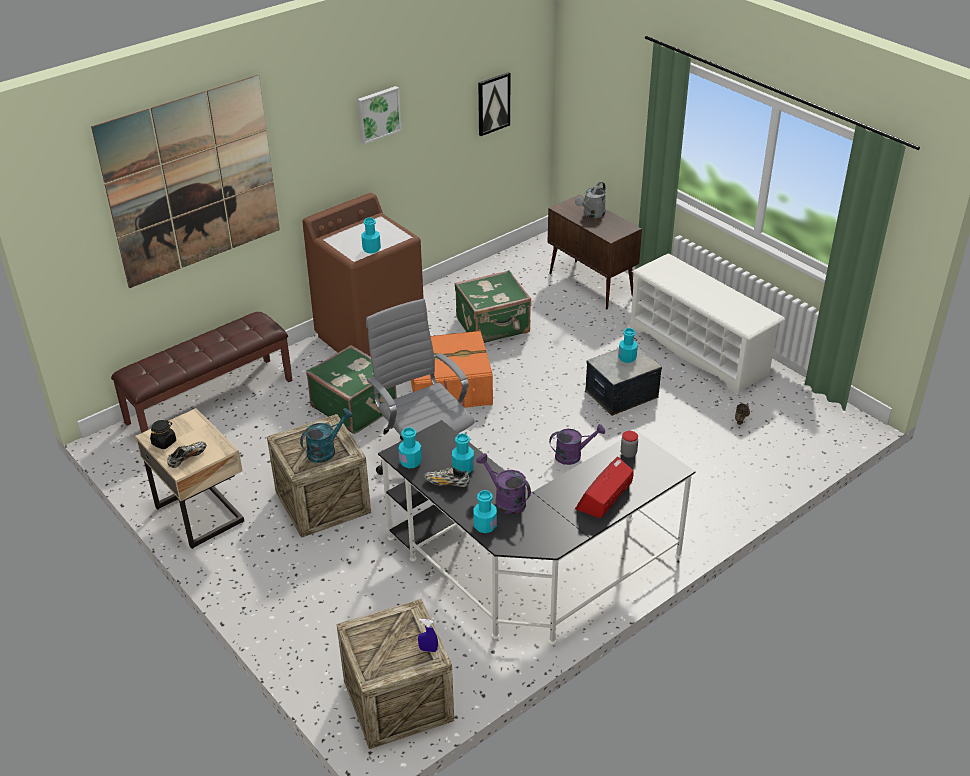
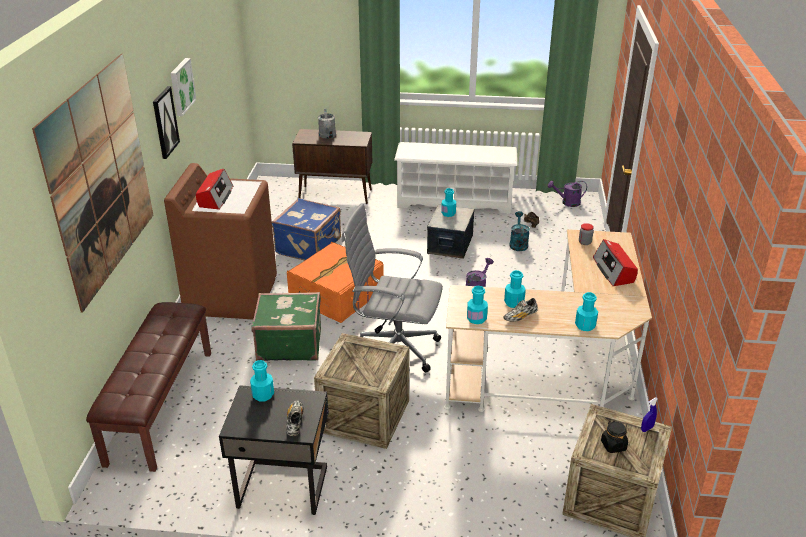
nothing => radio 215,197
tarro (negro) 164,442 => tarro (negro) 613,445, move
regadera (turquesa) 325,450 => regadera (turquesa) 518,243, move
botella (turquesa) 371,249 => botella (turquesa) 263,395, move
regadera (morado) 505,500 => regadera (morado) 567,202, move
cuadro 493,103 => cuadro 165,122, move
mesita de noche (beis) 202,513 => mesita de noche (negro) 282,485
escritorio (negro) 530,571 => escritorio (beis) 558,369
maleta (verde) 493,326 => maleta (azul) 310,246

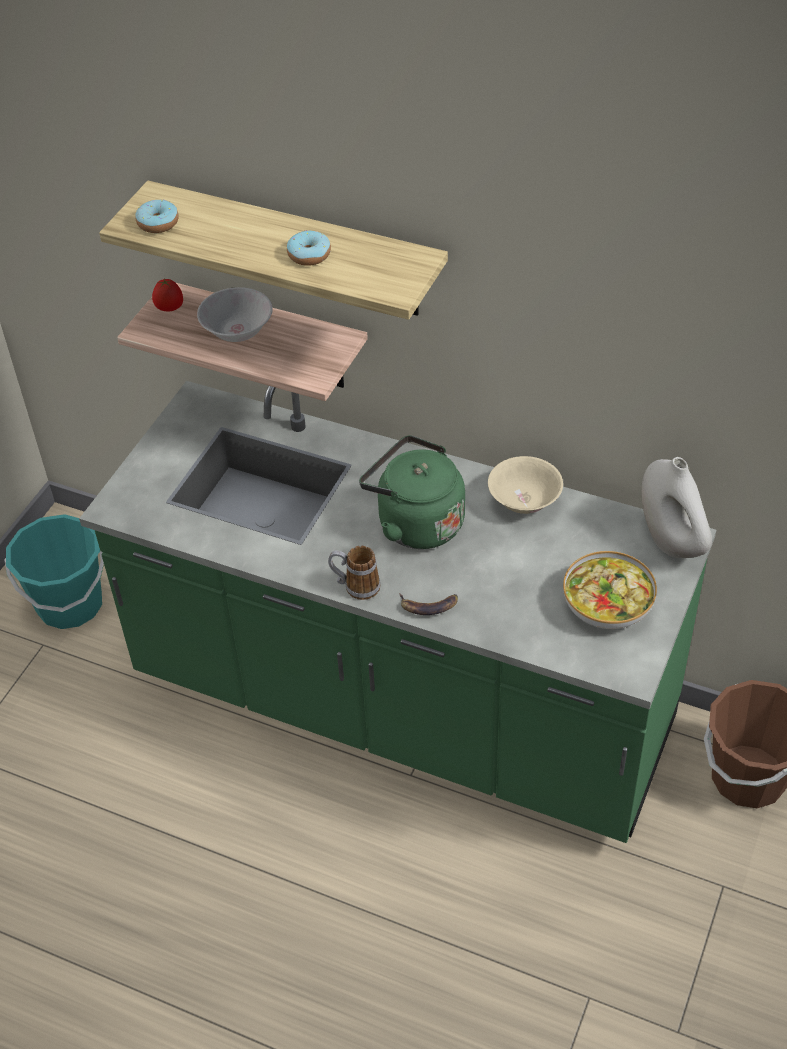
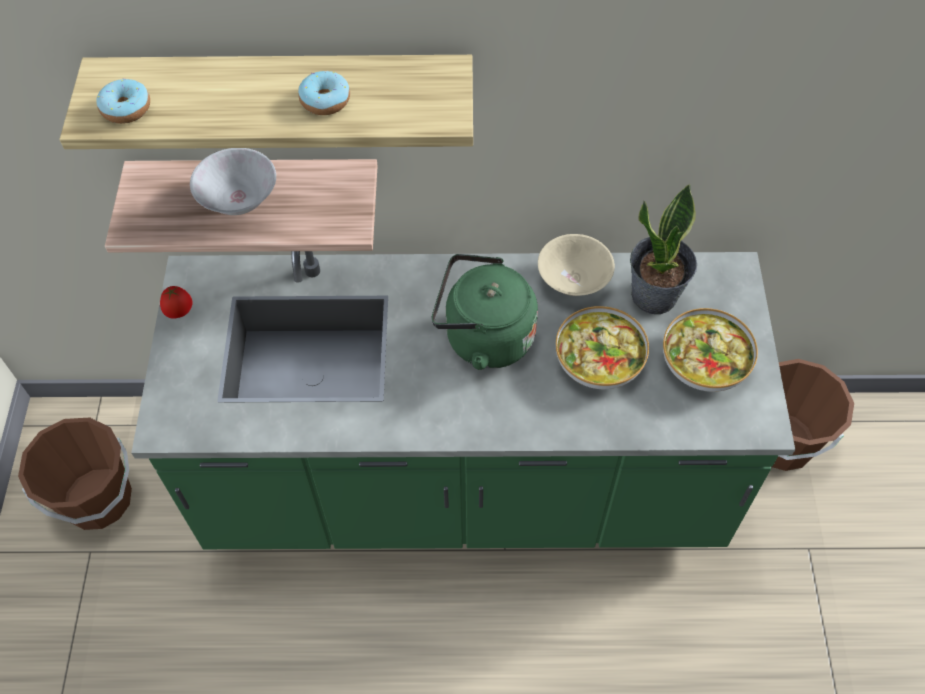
taza grande 355,586 => nothing
plátano 428,606 => nothing
florero (blanco) 671,541 => nothing
nothing => cuenco 599,360
nothing => planta en maceta 655,296
tomate 169,309 => tomate 180,312, move
cubo (turquesa) 70,604 => cubo (marrón) 98,499

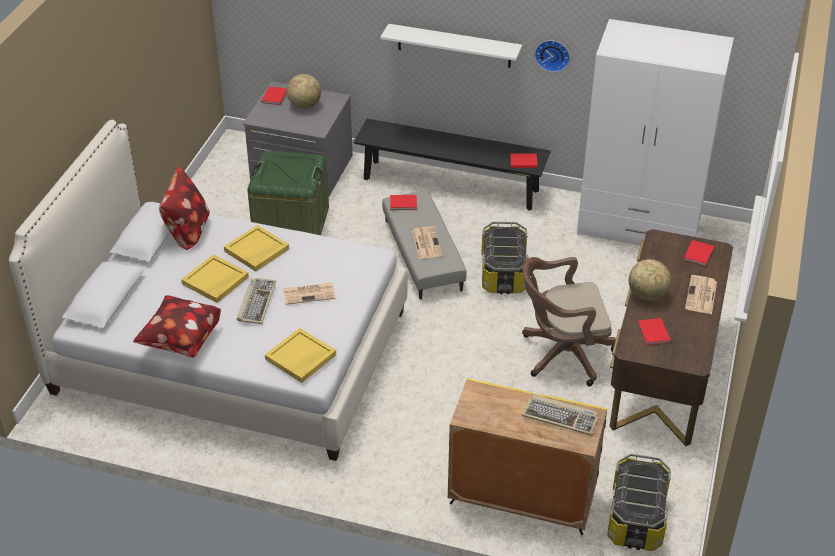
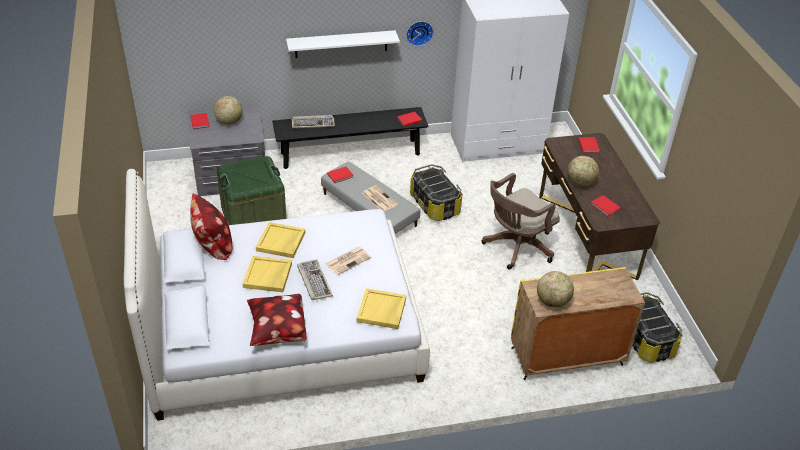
periódico 701,296 => nothing
nothing => globo terráqueo 552,301
teclado 561,416 => teclado 313,123, move

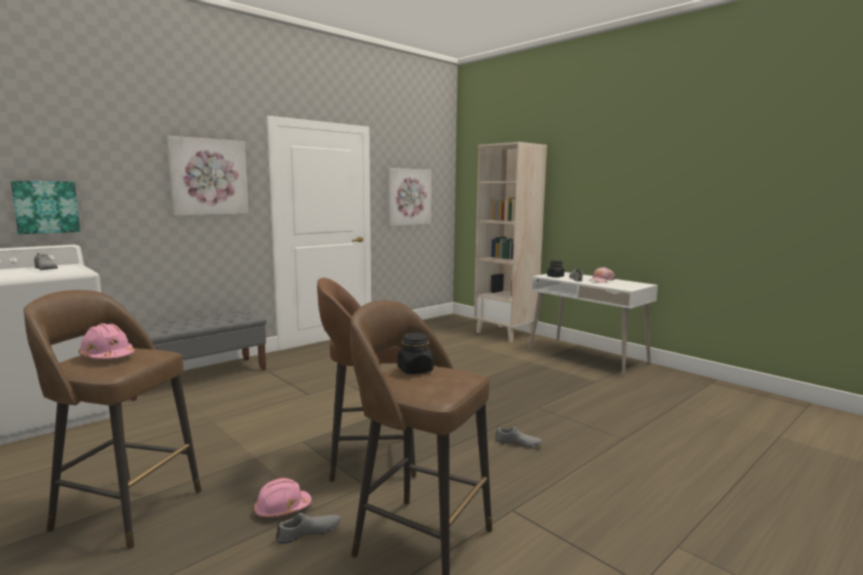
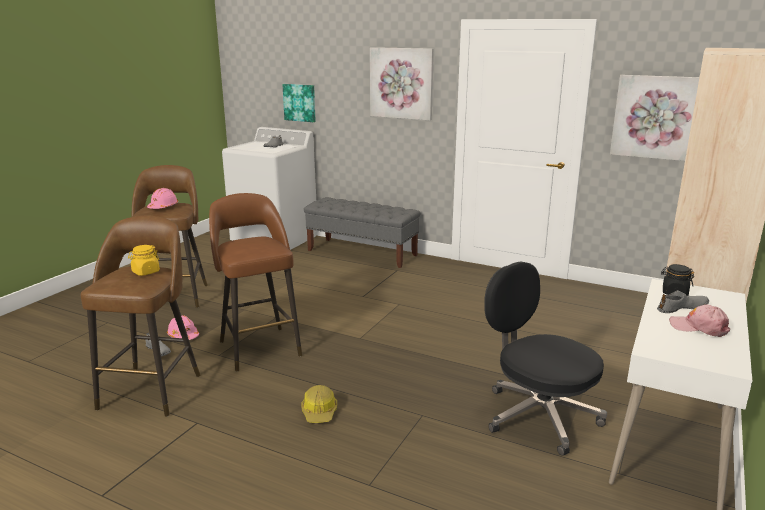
nothing => silla de oficina (negro) 538,415
zapato (gris) 518,443 => casco 319,412
tarro (negro) 415,370 => tarro (amarillo) 145,272

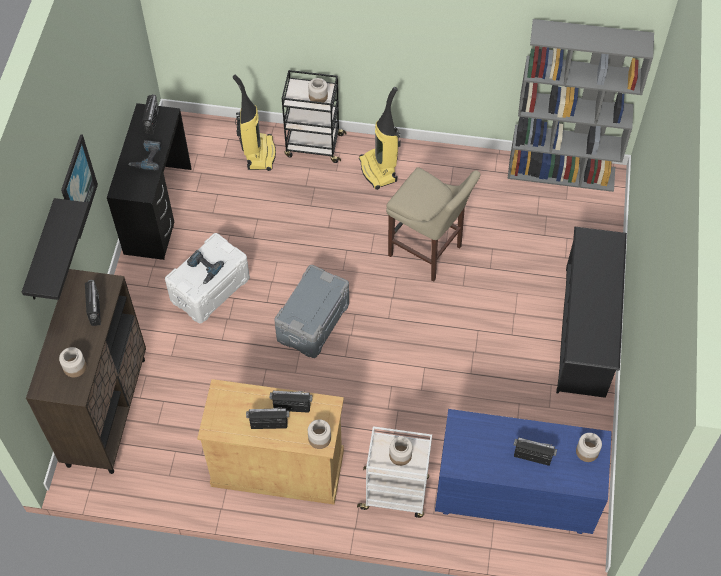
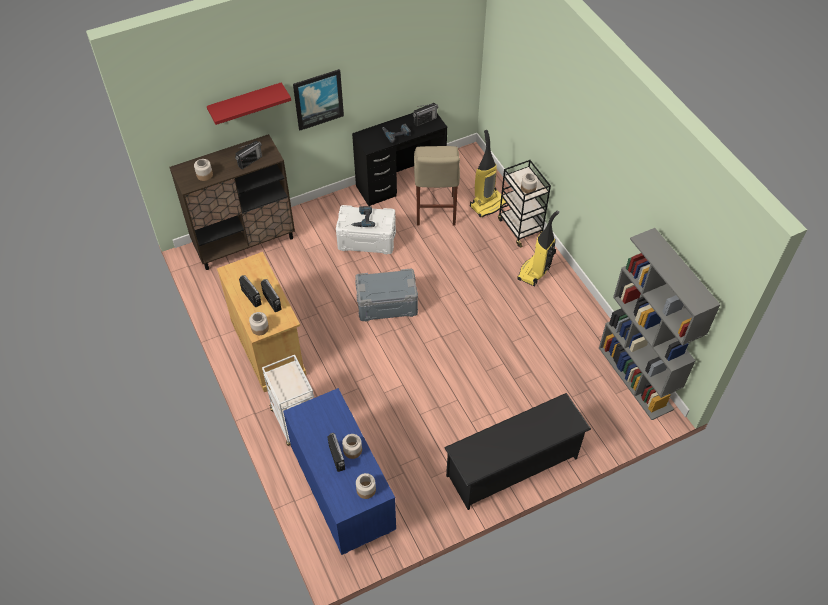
taburete (beis) 428,253 => taburete (beis) 435,212, move
tarro 400,455 => tarro 353,450, move
estante (negro) 41,253 => estante (rojo) 246,103

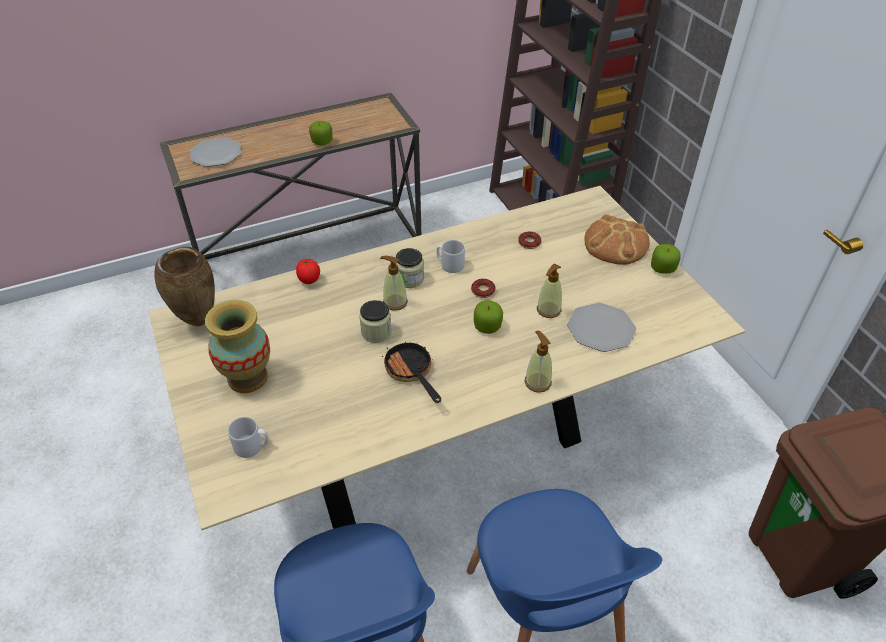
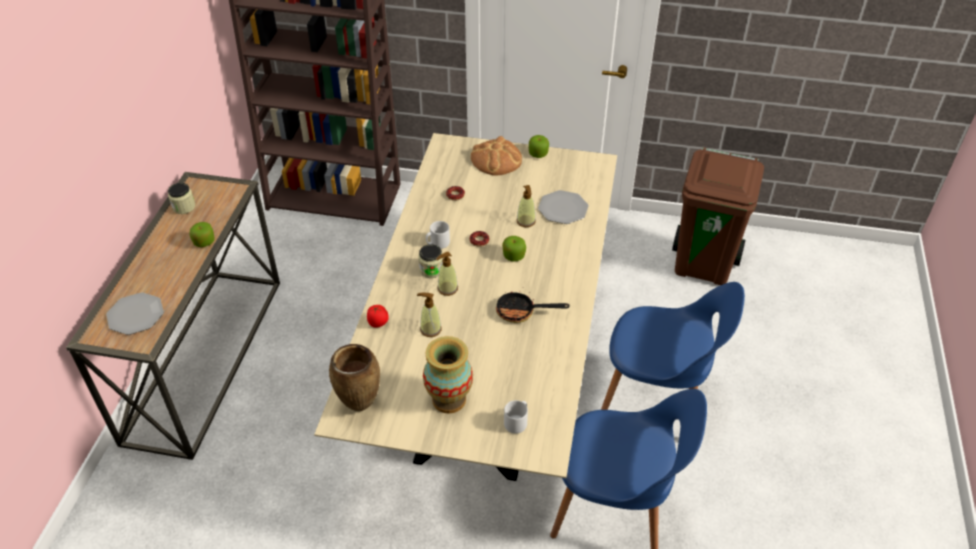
tarro 376,332 => tarro 184,207, move
dispensador de jabón 537,382 => dispensador de jabón 430,329, move

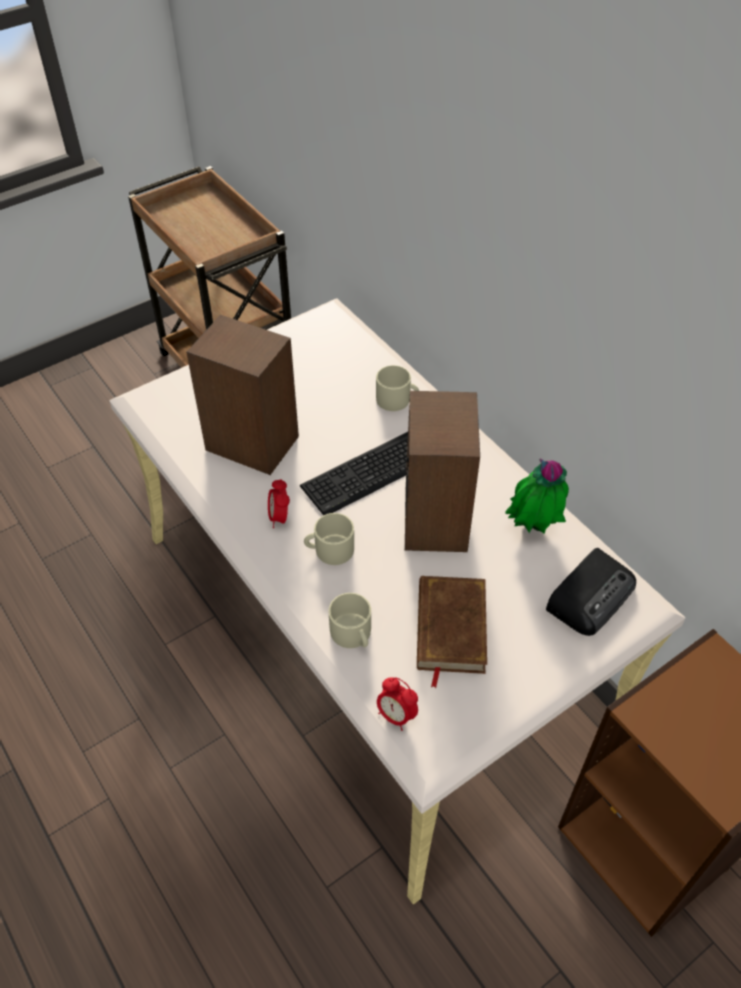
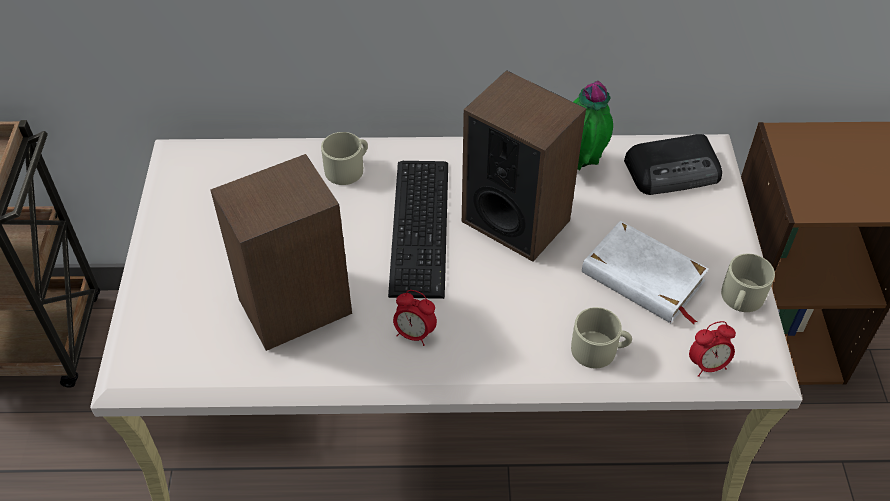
taza grande (beis) 329,550 => taza grande (beis) 741,299, move
libro (marrón) 450,629 => libro (blanco) 643,278
radio 591,595 => radio 674,170, 90 degrees clockwise

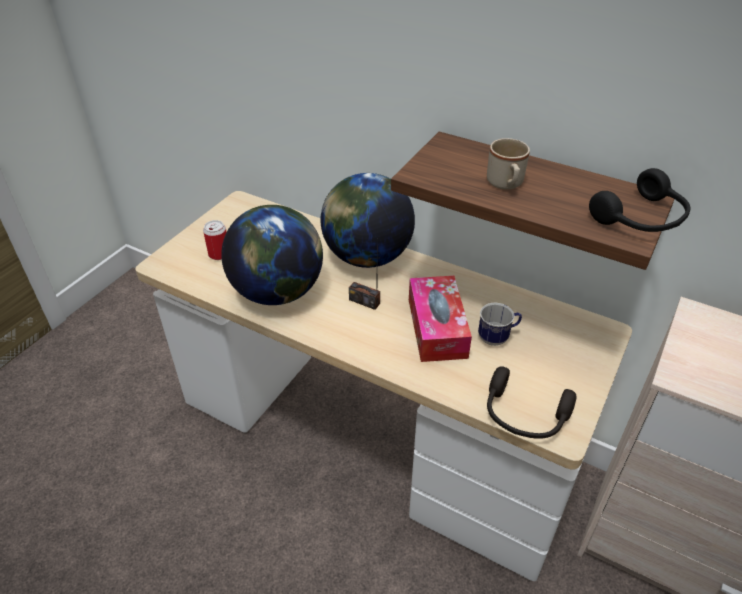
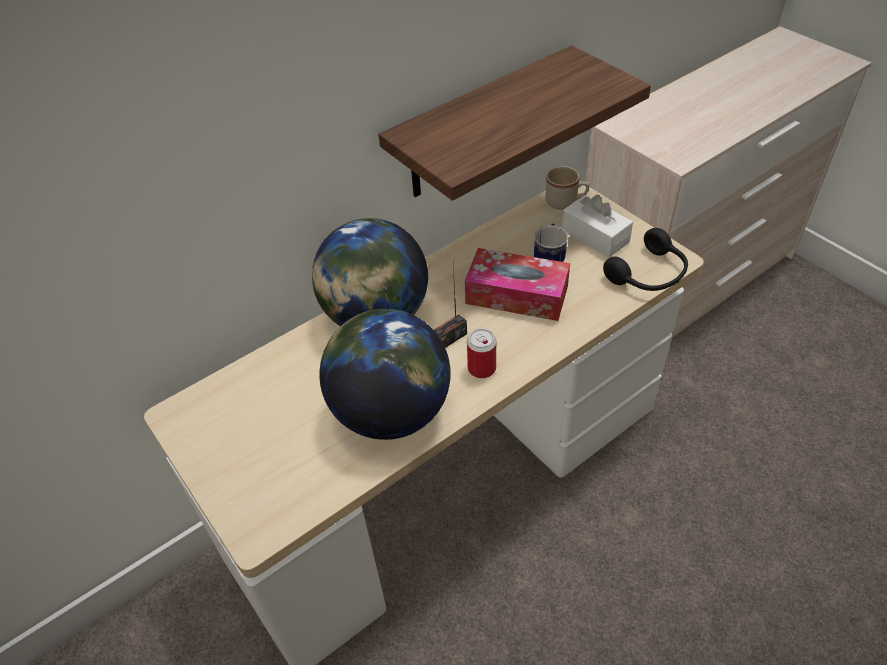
auriculares (negro) 642,219 => nothing
nothing => caja de pañuelos (blanco) 595,236
lata 219,254 => lata 481,368, move
taza grande (beis) 506,184 => taza grande (beis) 565,202, move

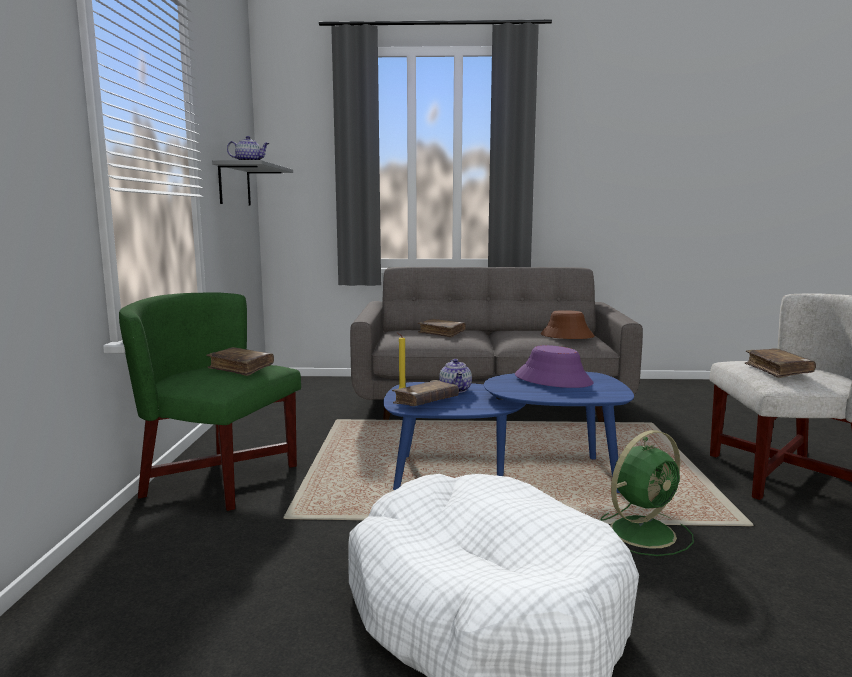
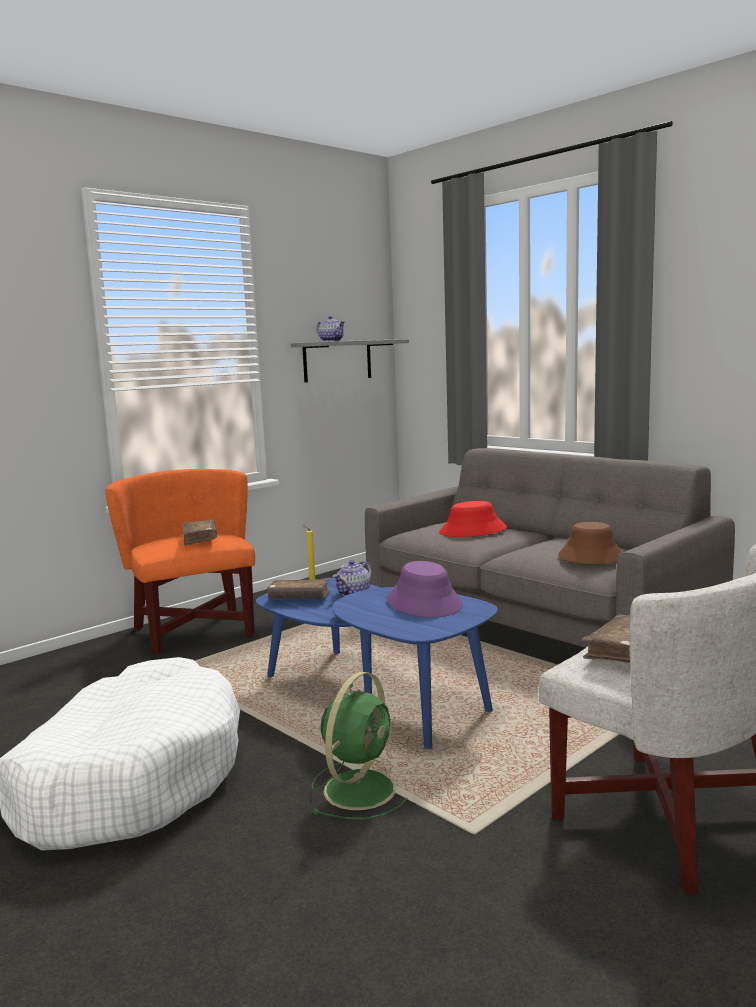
libro (marrón) 441,333 => sombrero (rojo) 472,531
sillón (verde) 221,479 => sillón (naranja) 195,630
ventilador (verde) 644,531 => ventilador (verde) 361,788, 75 degrees counterclockwise

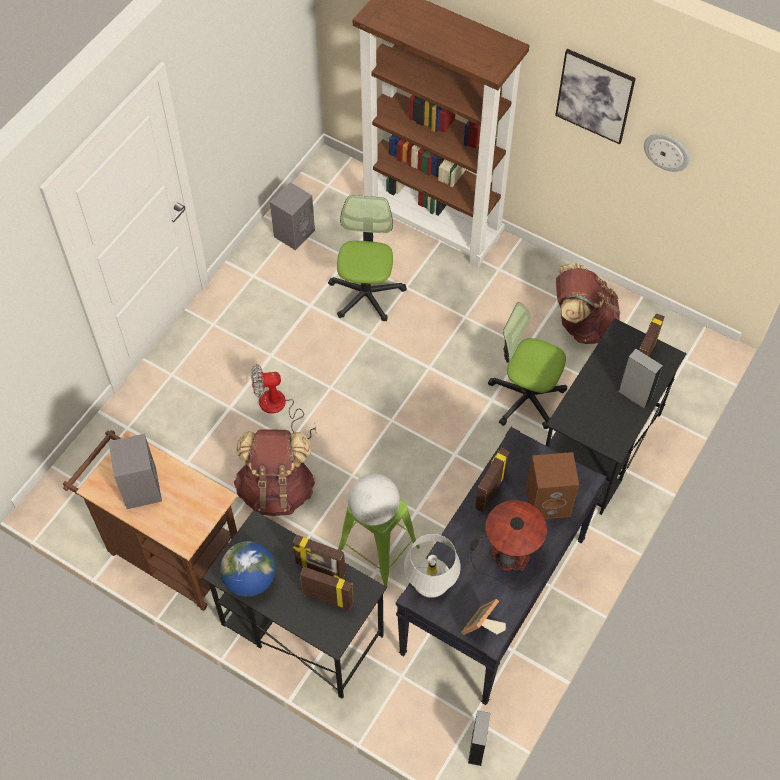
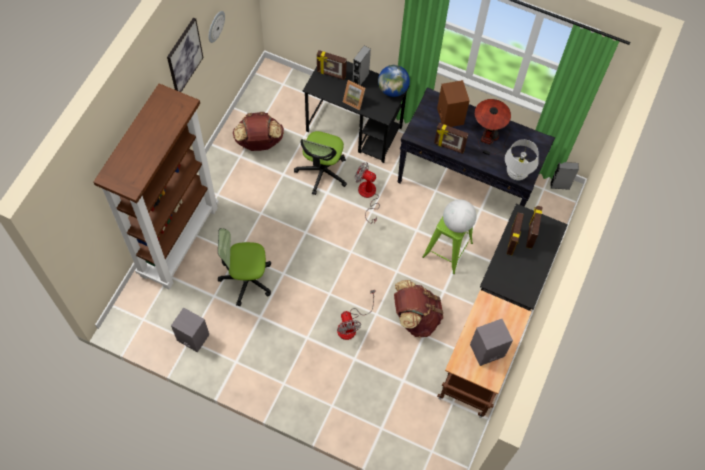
nothing => ventilador 368,196
globo terráqueo 250,579 => globo terráqueo 392,89, move
portarretratos 482,628 => portarretratos 354,100, move

